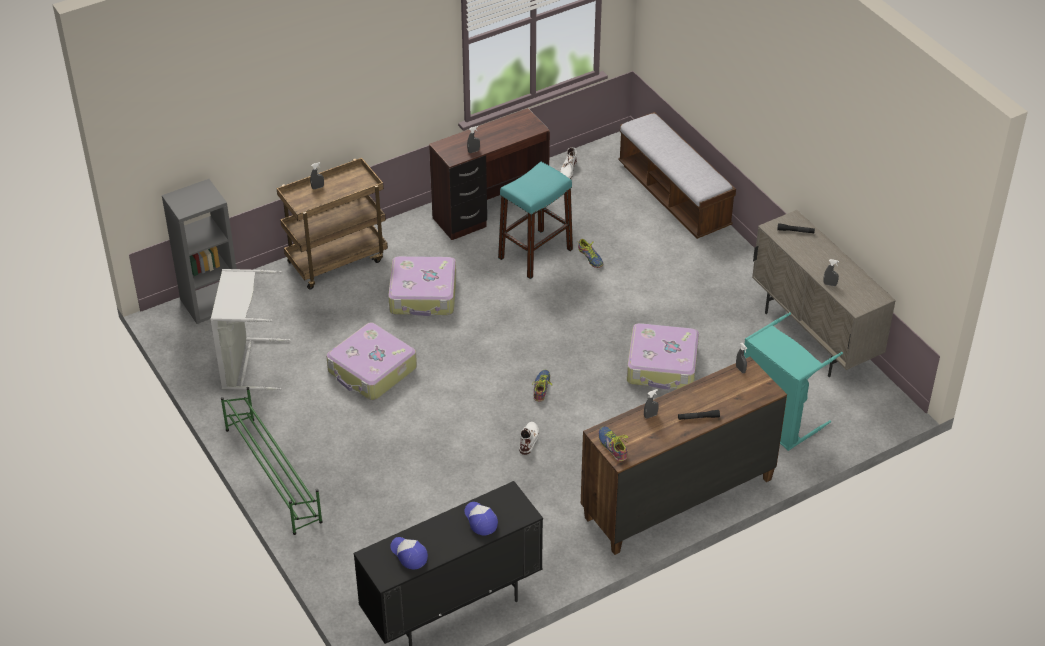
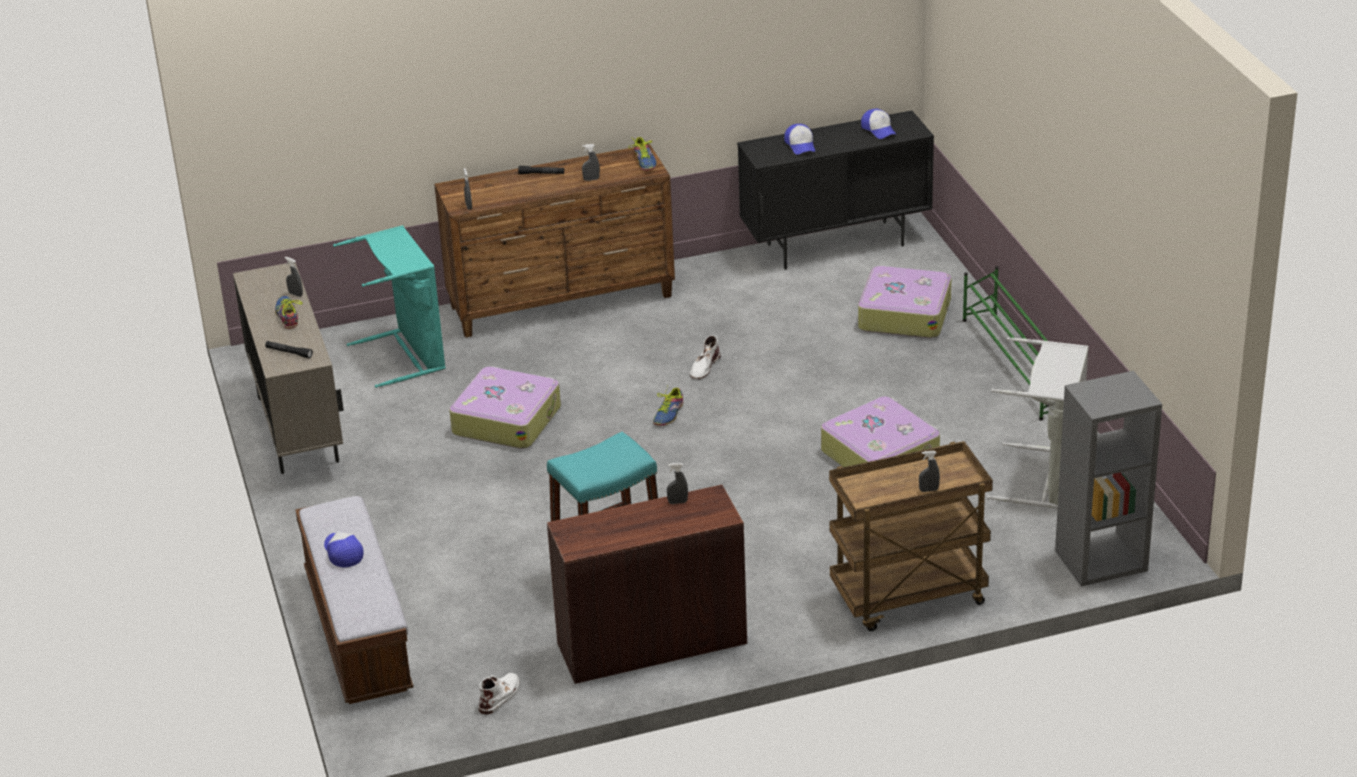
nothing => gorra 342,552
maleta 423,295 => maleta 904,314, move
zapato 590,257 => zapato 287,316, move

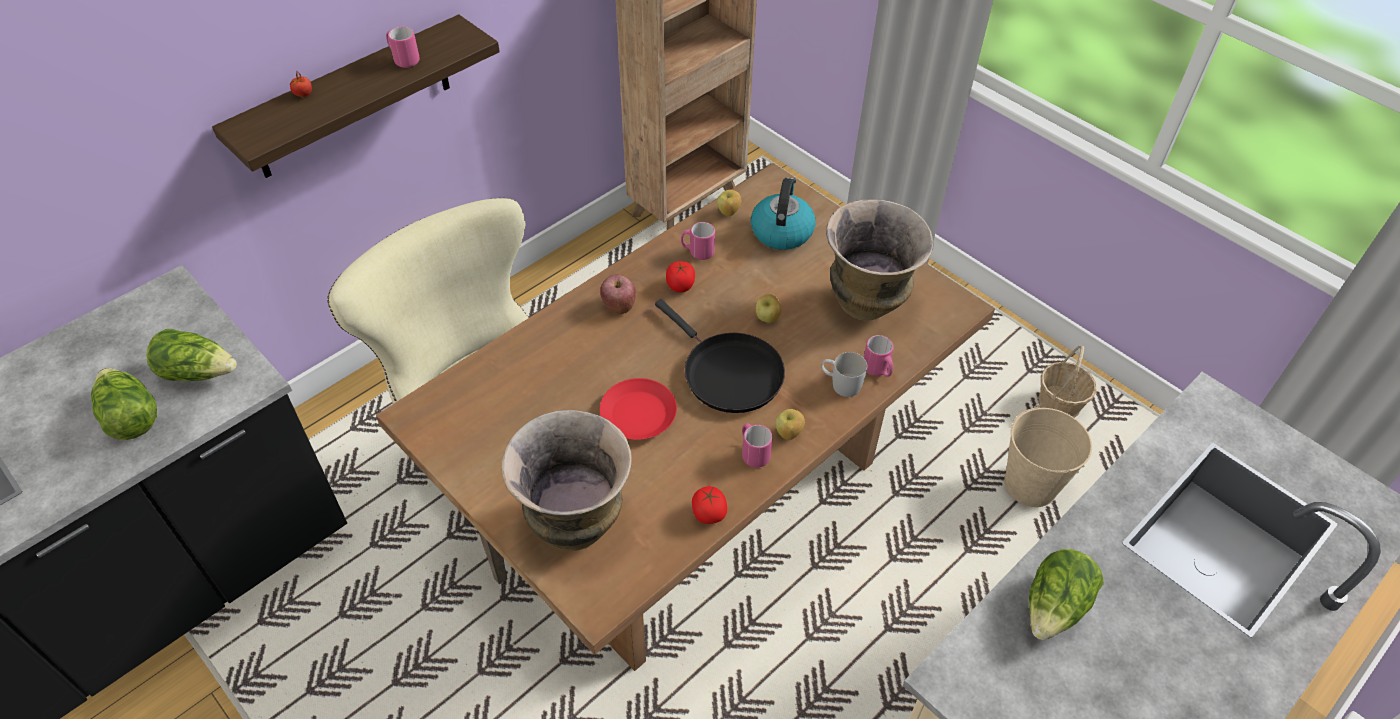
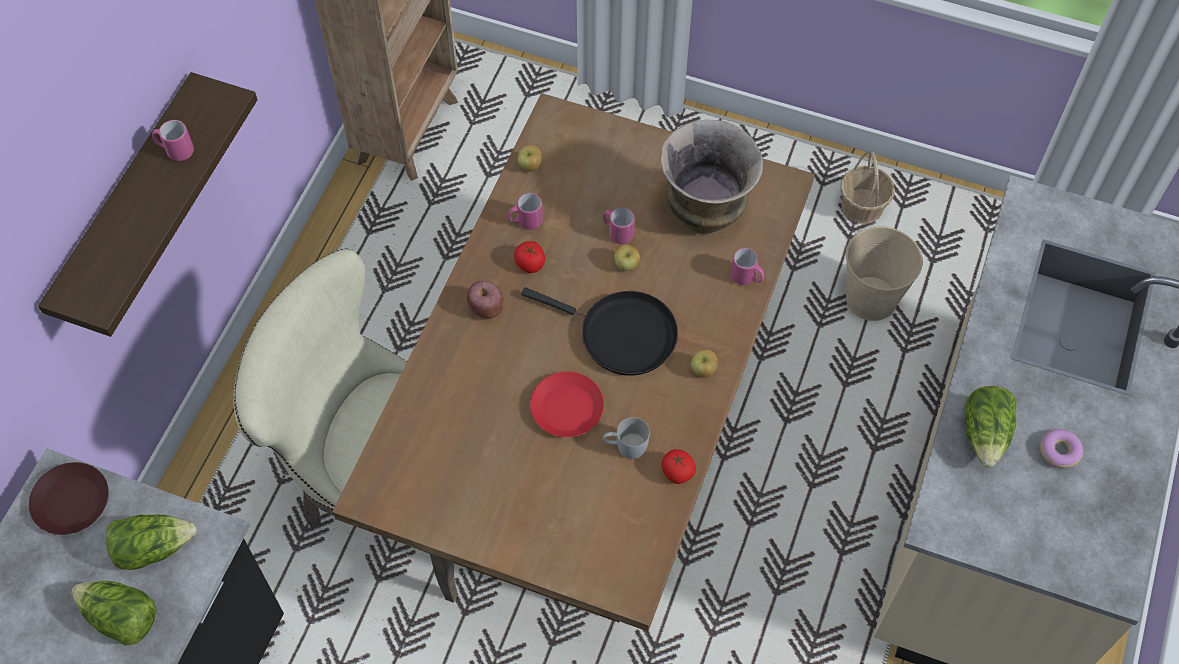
tomate 303,94 => nothing
florero 576,523 => nothing
hervidor 781,231 => nothing
nothing => plato (marrón) 71,503
nothing => rosquilla 1059,451
taza grande (rosa) 753,453 => taza grande (rosa) 617,232, move
taza grande (blanco) 840,384 => taza grande (blanco) 625,446, move

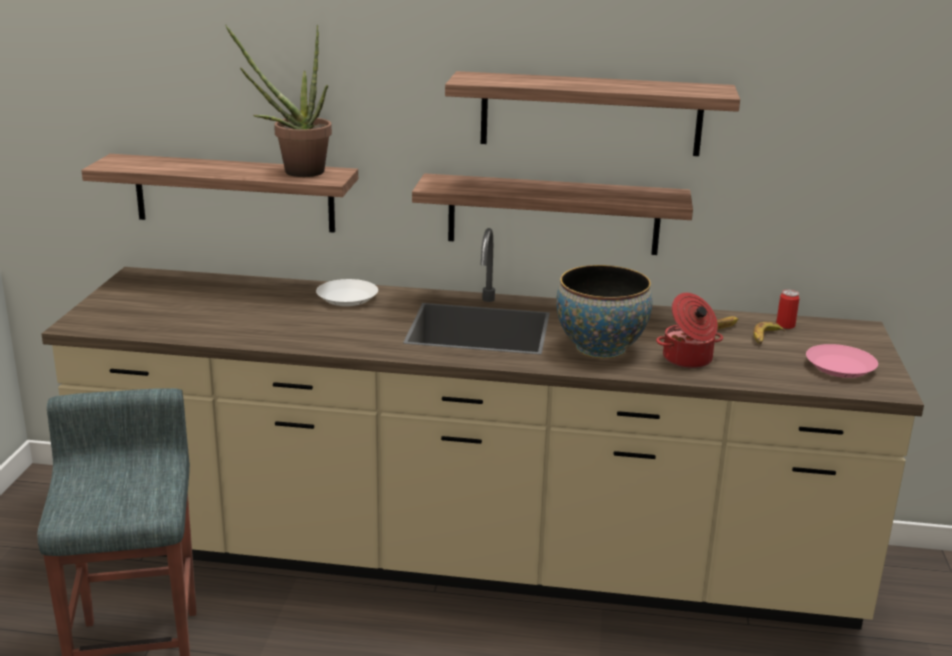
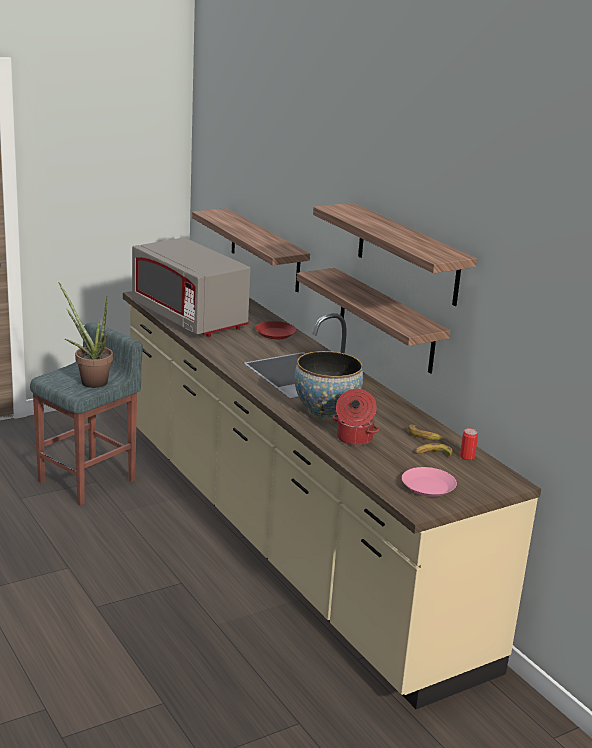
nothing => microondas (gris) 189,318
planta en maceta 295,172 => planta en maceta 90,381, move
plato (blanco) 346,298 => plato (rojo) 275,333

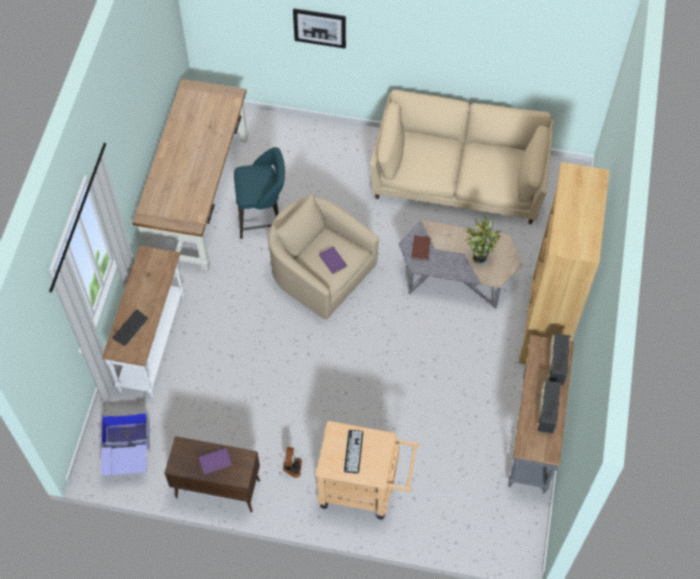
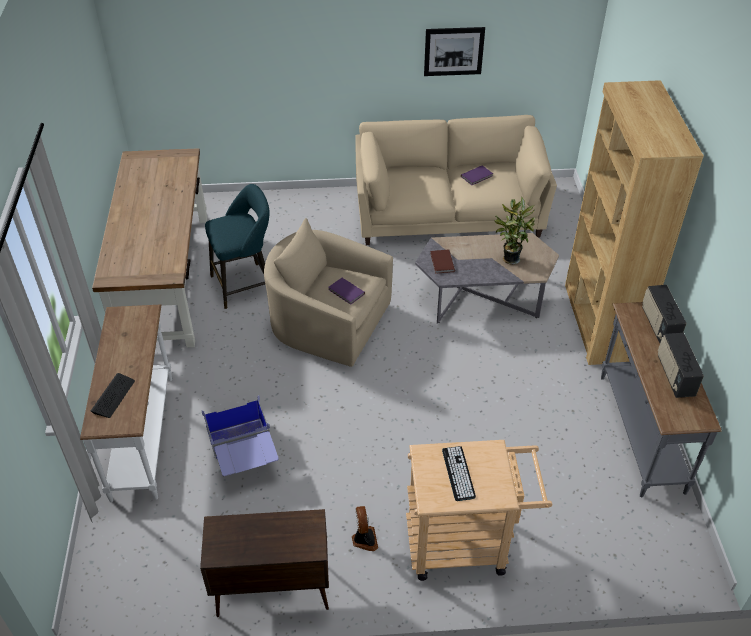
caja de almacenaje (azul) 127,453 => caja de almacenaje (azul) 244,456, move
libro (morado) 215,462 => libro (morado) 477,176, move
cuadro 319,28 => cuadro 453,51, move

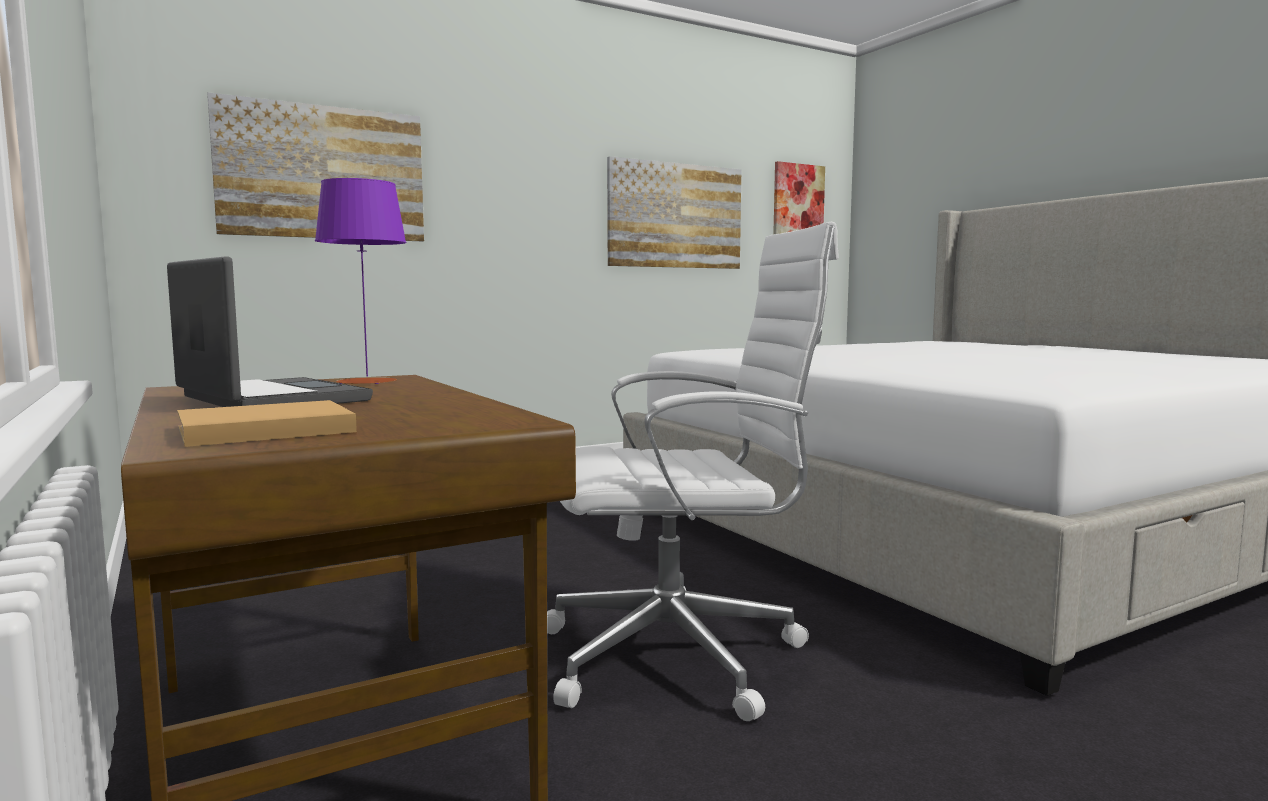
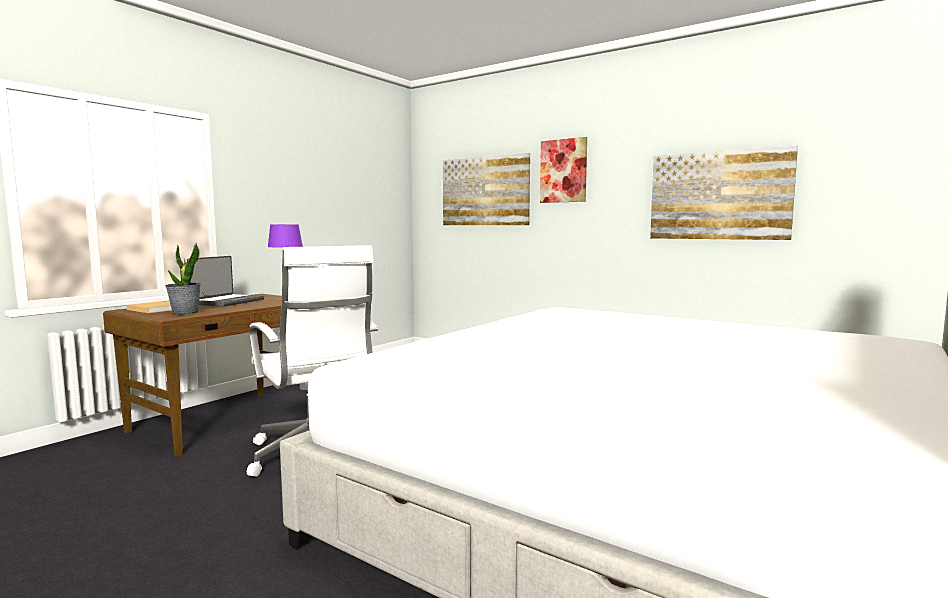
nothing => planta en maceta 185,313
cuadro 798,204 => cuadro 563,171, move

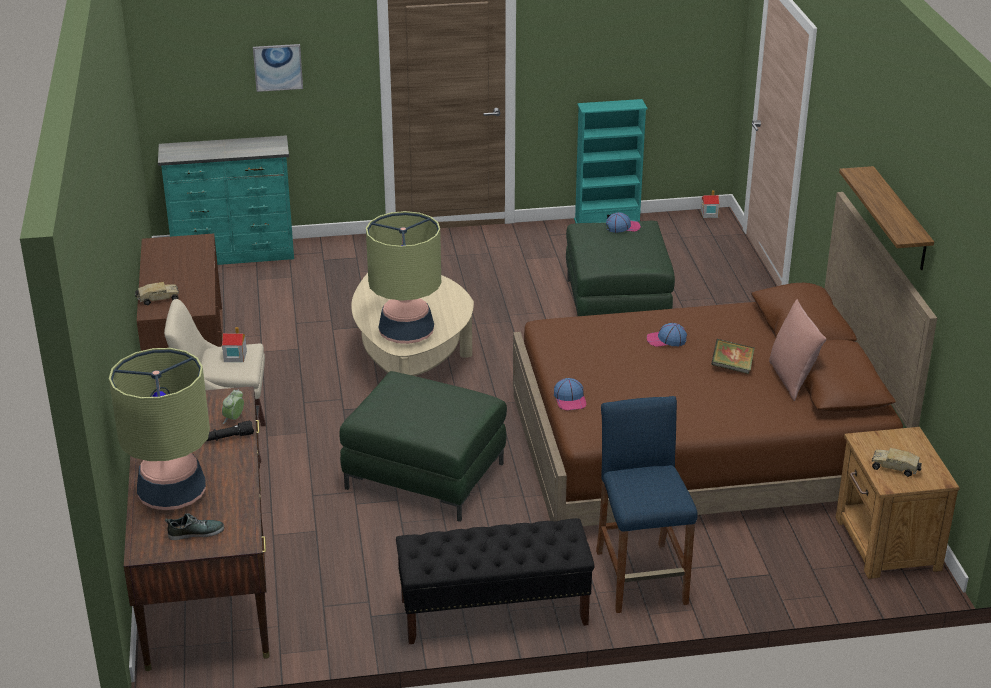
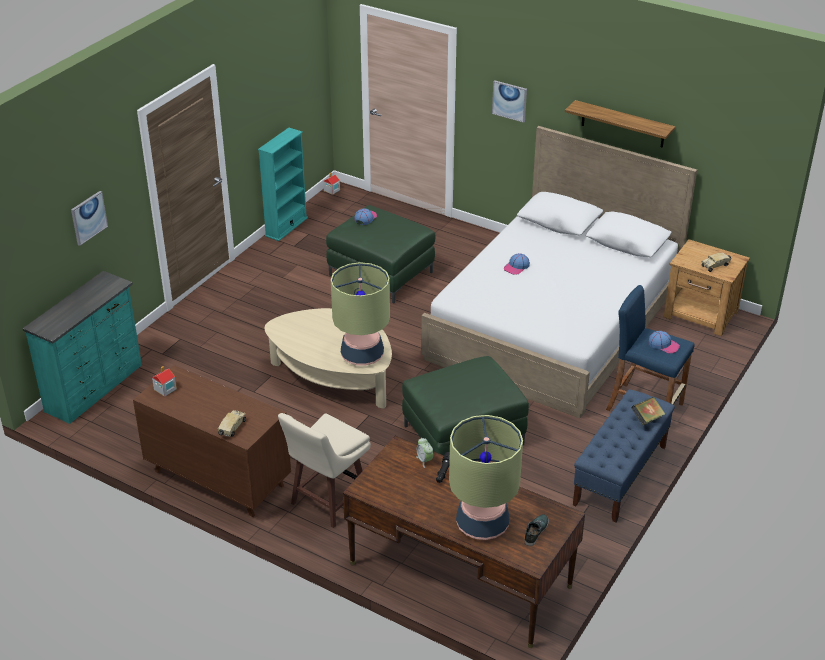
cojín (rosa) 792,379 => nothing
nothing => cuadro 509,101
casita 235,356 => casita 165,389, move
gorra 570,399 => gorra 663,345, move
libro 732,367 => libro 647,418, move
banco (negro) 493,612 => banco (azul) 620,475
cama (marrón) 699,448 => cama (blanco) 555,324

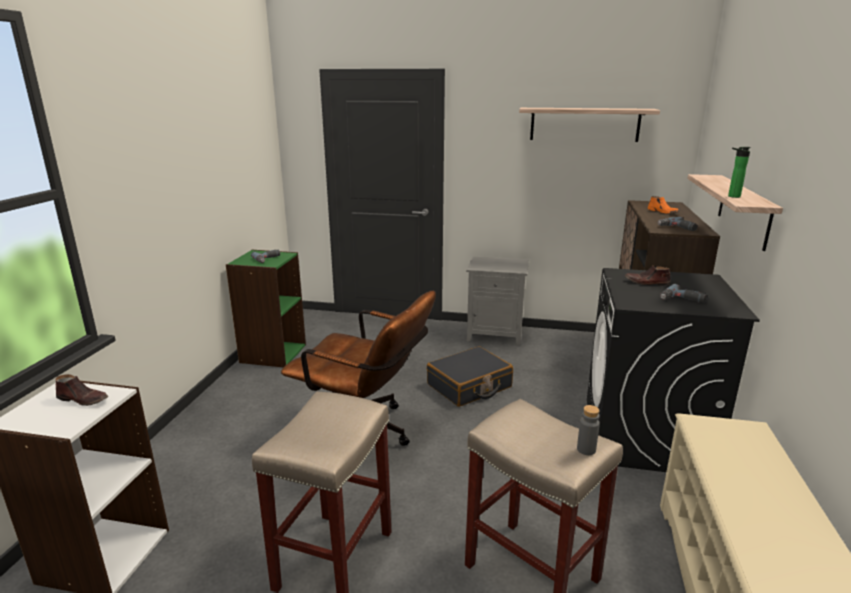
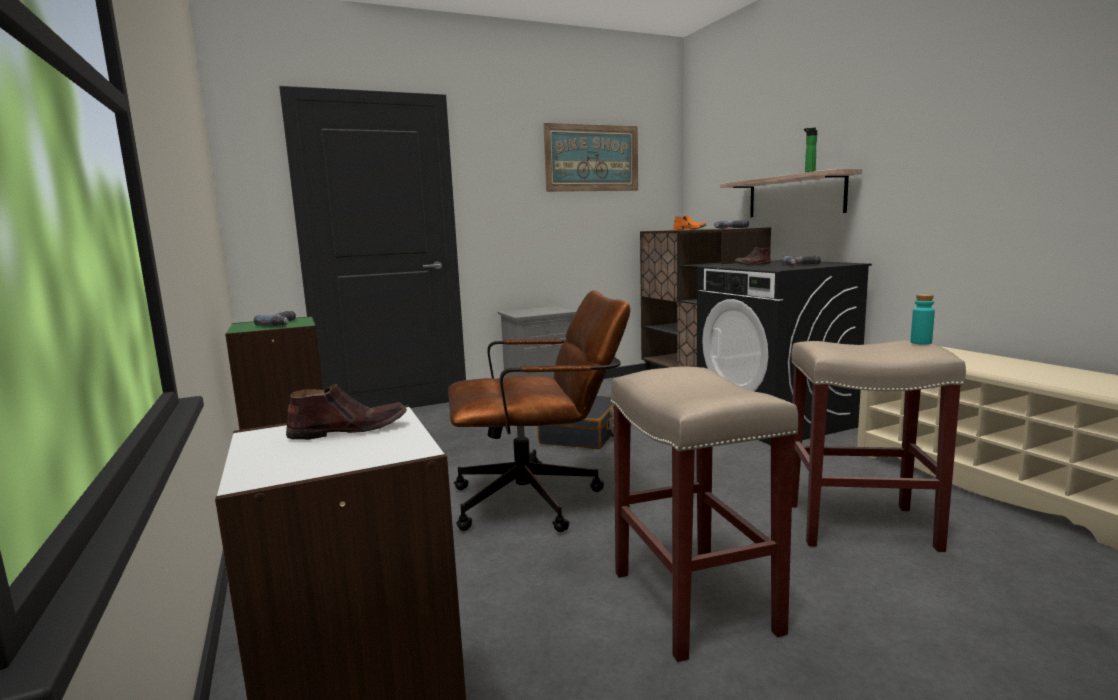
estante 584,124 => cuadro 592,158
botella (gris) 586,449 => botella (turquesa) 921,342

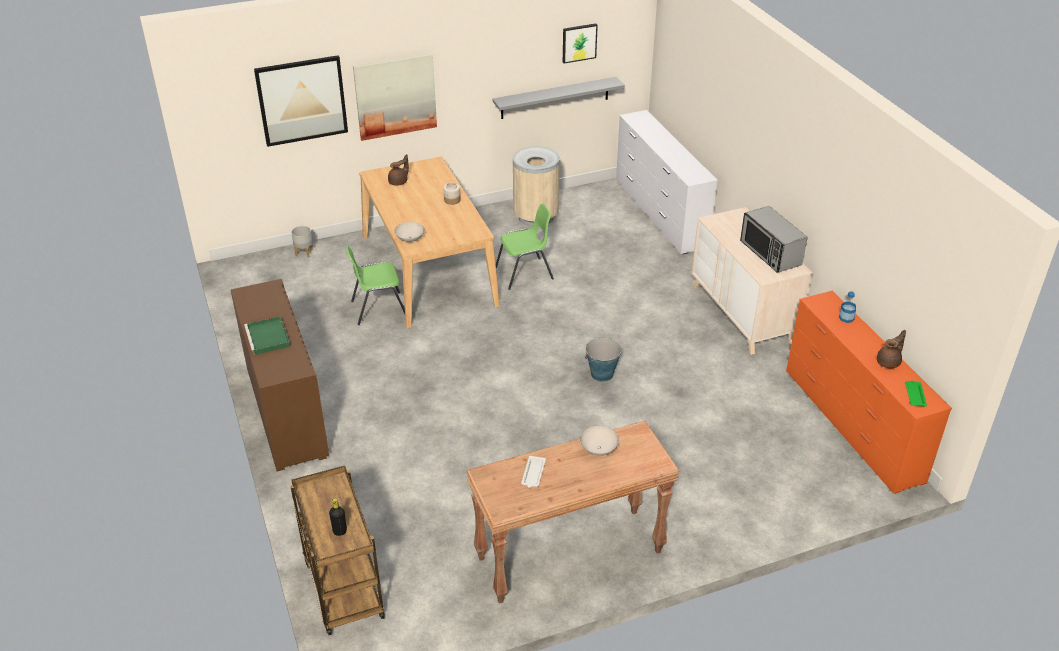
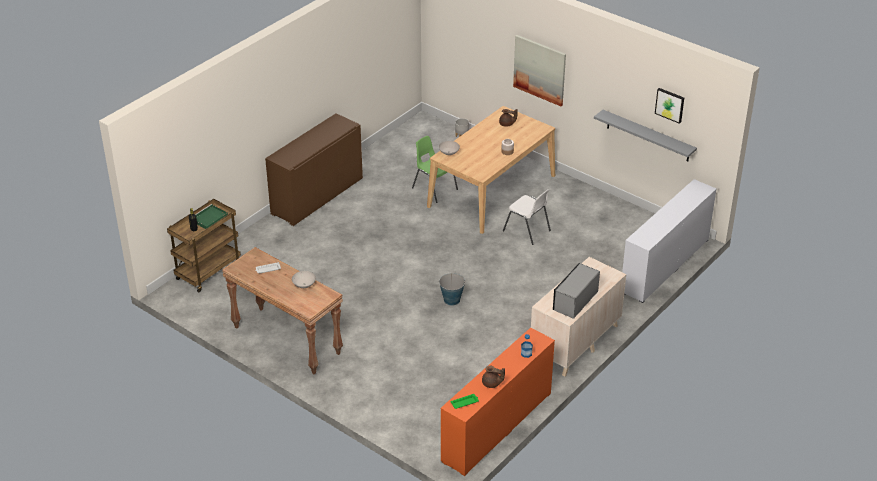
cuadro 302,100 => nothing
papelera (beis) 535,216 => nothing
bandeja (verde) 268,338 => bandeja (verde) 209,218, move
silla (verde) 525,273 => silla (blanco) 527,231

